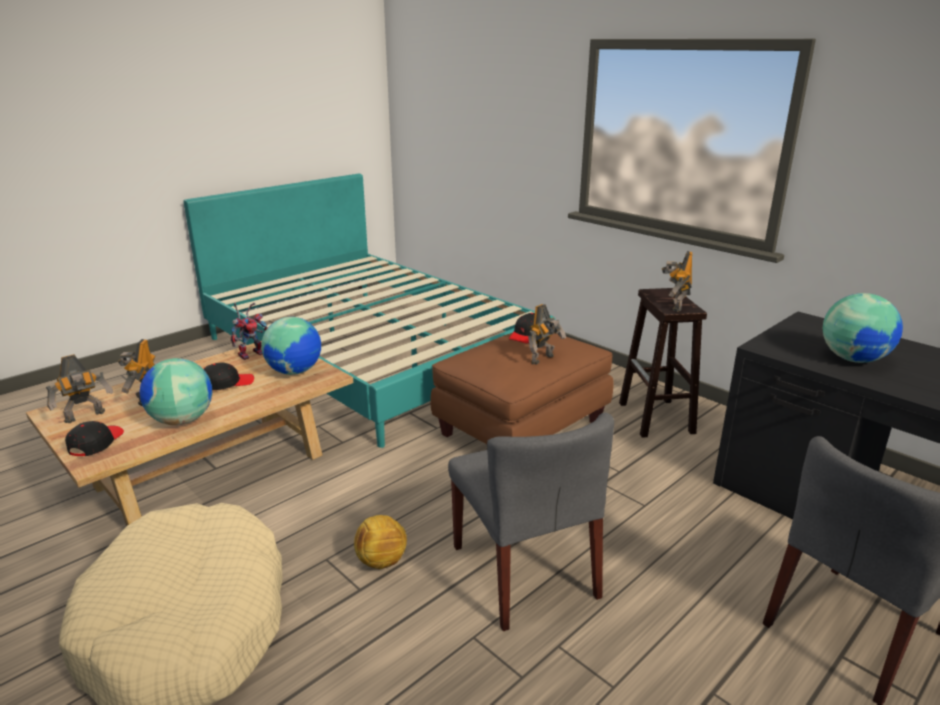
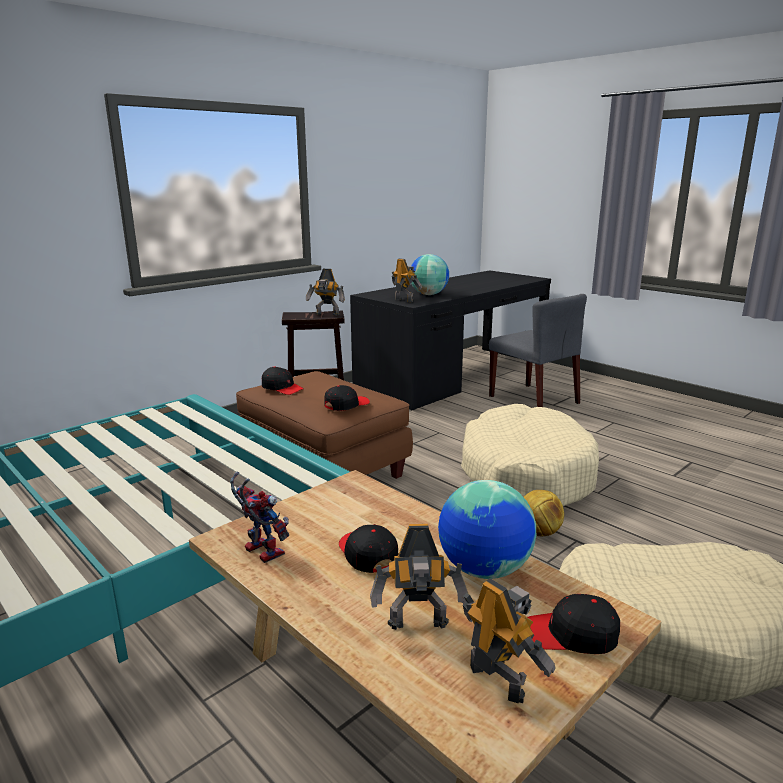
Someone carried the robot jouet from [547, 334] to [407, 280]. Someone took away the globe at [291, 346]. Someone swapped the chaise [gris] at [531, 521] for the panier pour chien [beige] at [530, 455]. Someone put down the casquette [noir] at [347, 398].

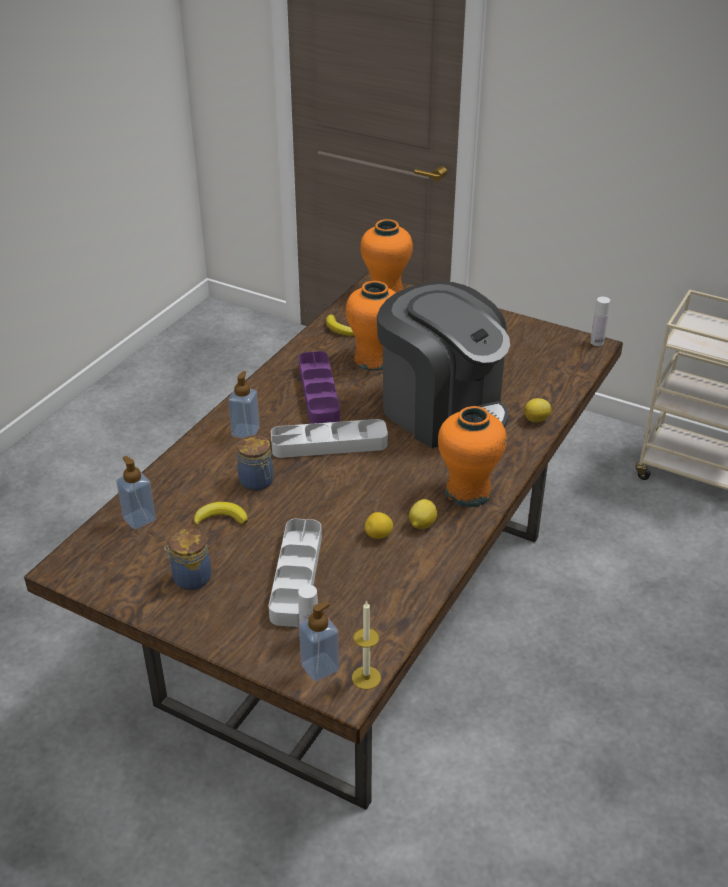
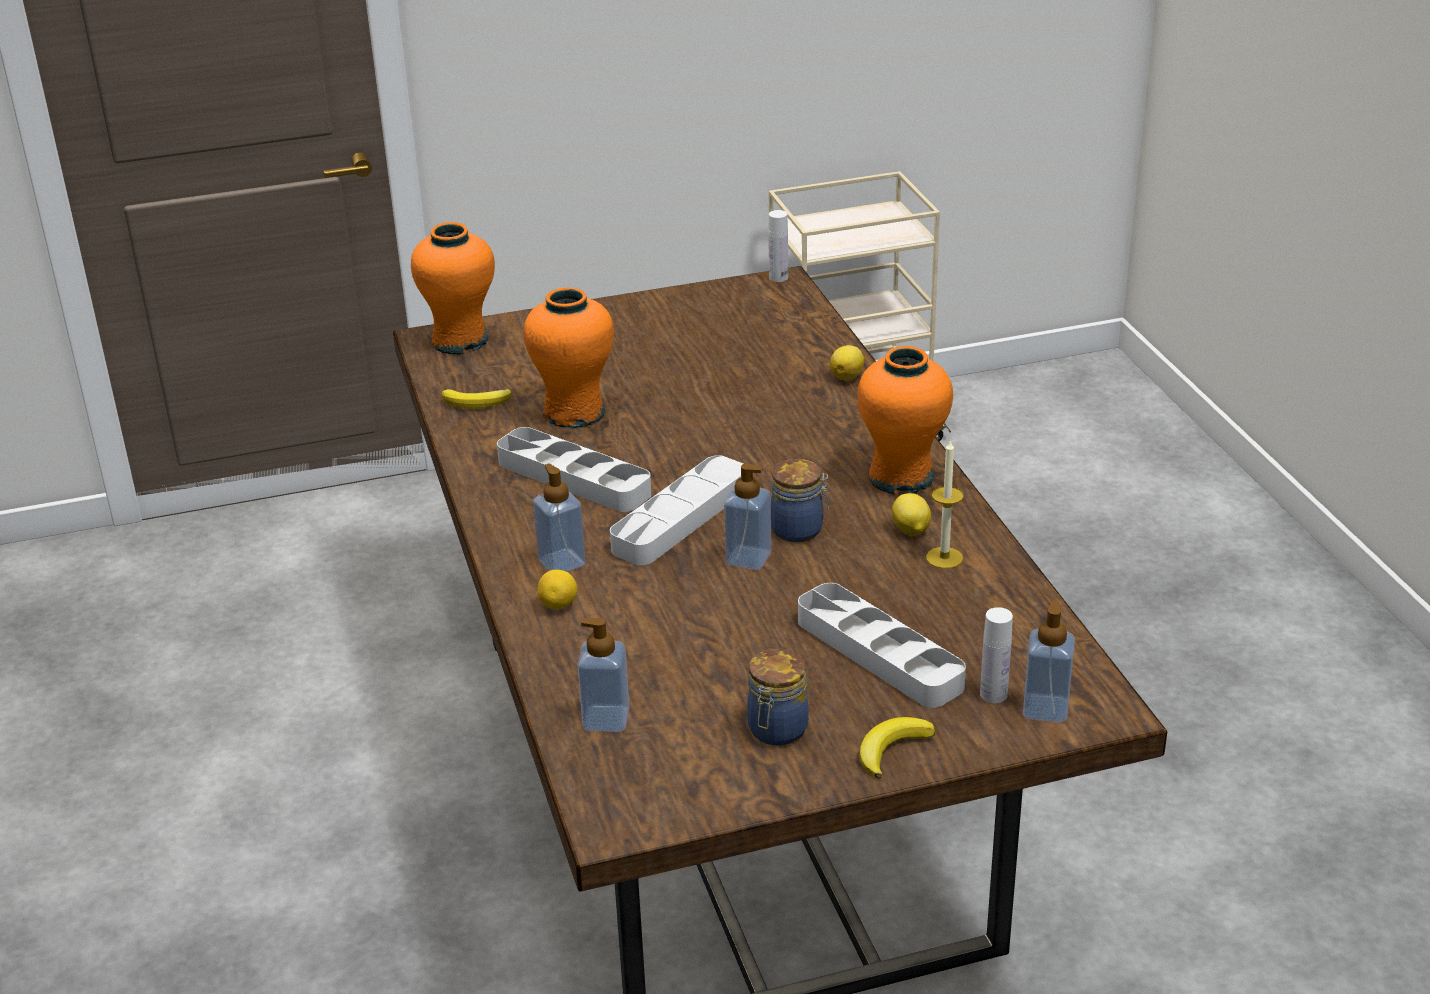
Someone took away the machine à café at [443, 364]. Someone repainted the plateau [violet] at [319, 387], which became the plateau [gris] at [574, 469]. Someone carried the bocal from [255, 463] to [800, 501]. Someone carried the banane from [221, 514] to [897, 748]. Someone carried the citron from [379, 525] to [557, 589]. Someone carried the bougie from [366, 645] to [945, 504]. Someone put down the distributeur de savon at [747, 516].

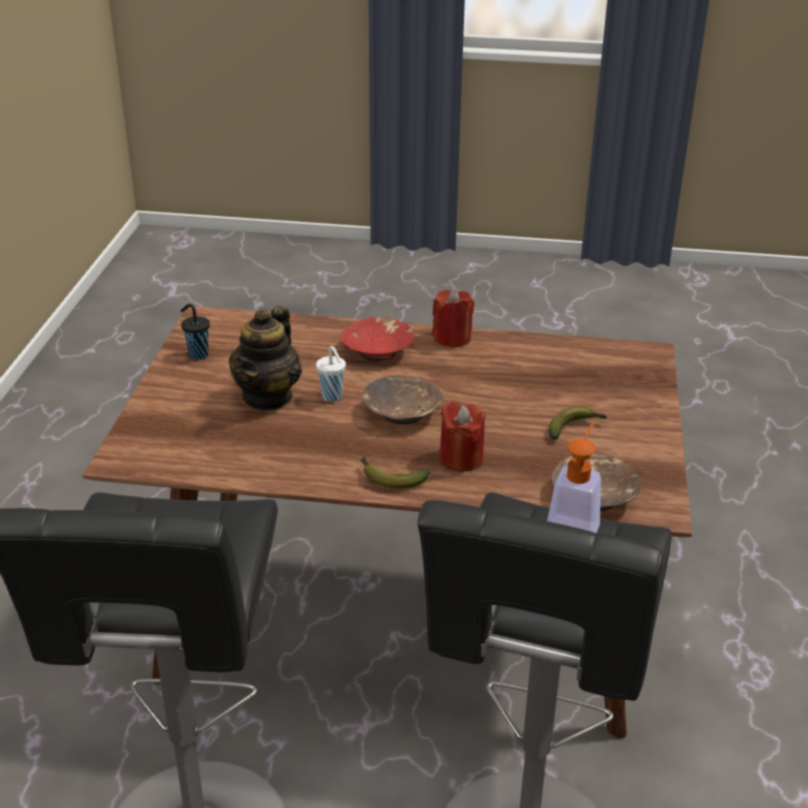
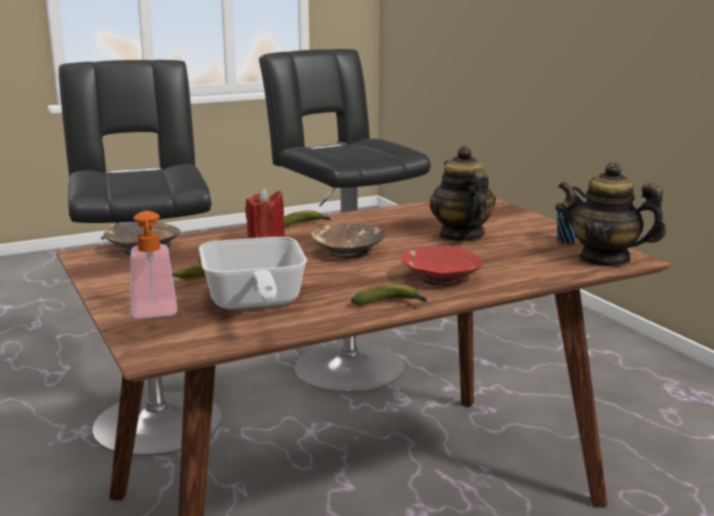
Someone swapped the bougie [rouge] at [453, 318] for the banane at [389, 294]. Someone took away the tasse [blanc] at [331, 374]. Someone carried the distributeur de savon from [574, 478] to [154, 265]. Someone put down the théière at [612, 214]. Someone put down the poêle at [253, 273].

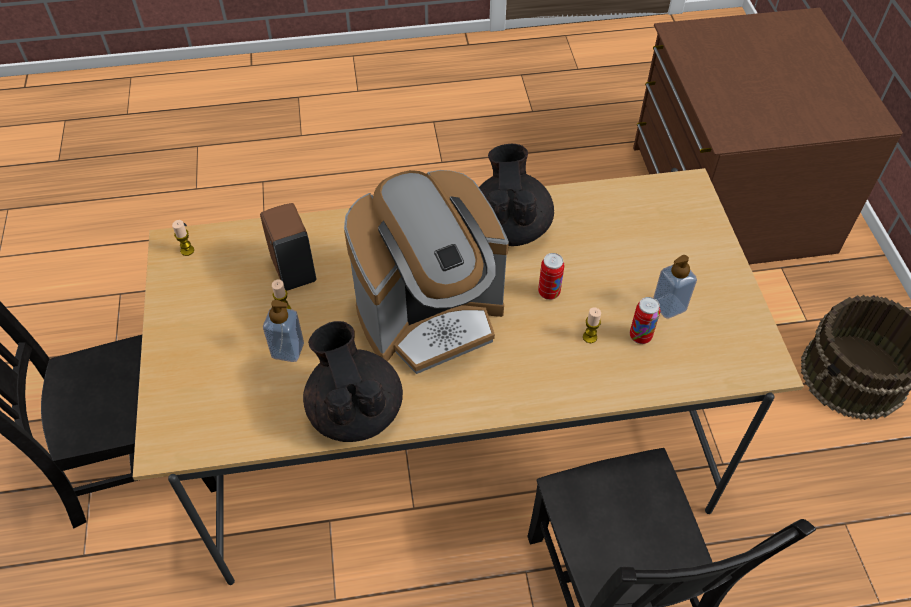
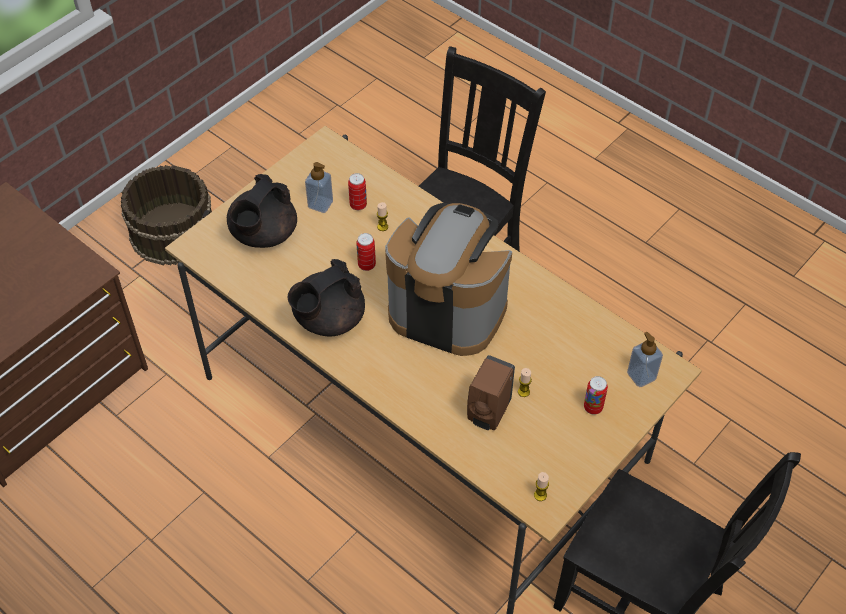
Someone carried the distributeur de savon from [283, 331] to [645, 359]. Someone carried the théière [noir] from [353, 381] to [262, 211]. Someone put down the boîte métallique at [596, 395].

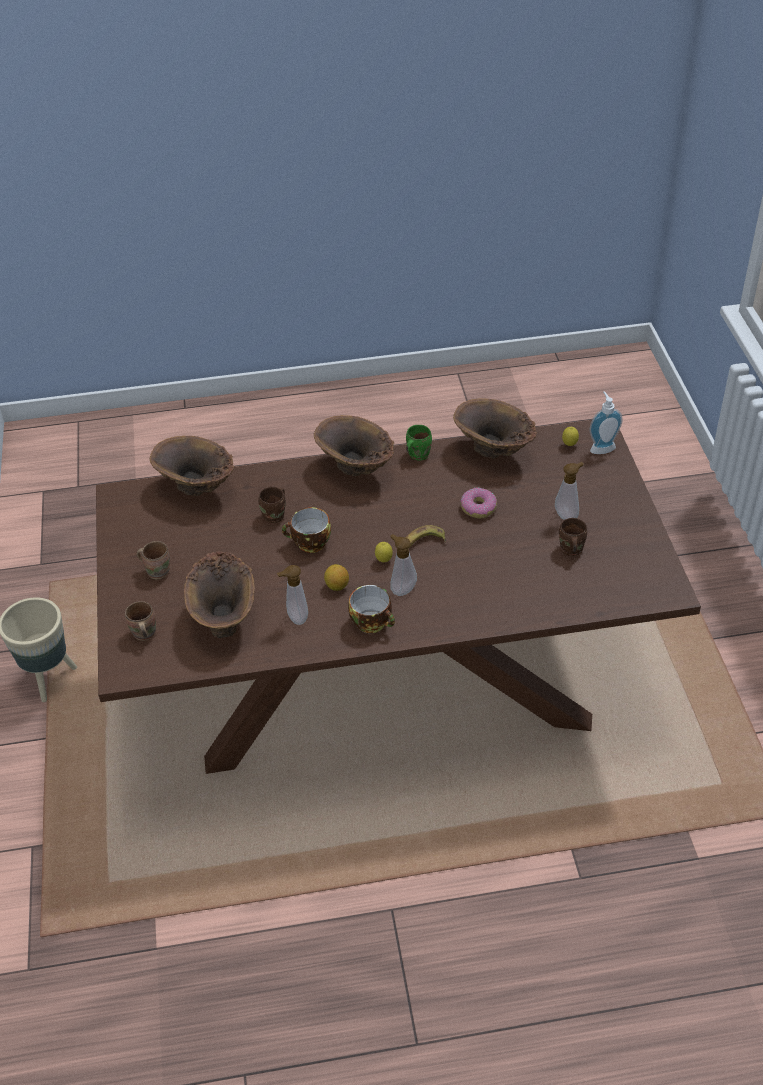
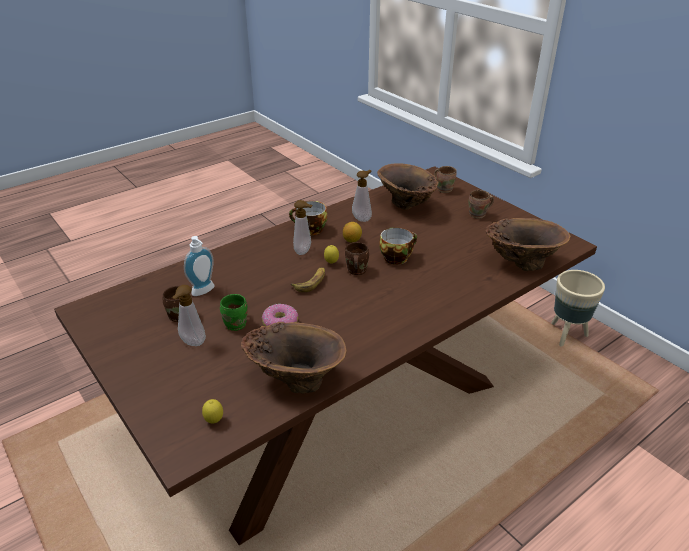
Someone carried the distributeur de savon from [606, 422] to [199, 266]. Someone took away the vase [marron] at [354, 445]. Someone carried the mug [vert] from [419, 442] to [234, 312]. Someone carried the mug [marron] from [272, 504] to [357, 258].

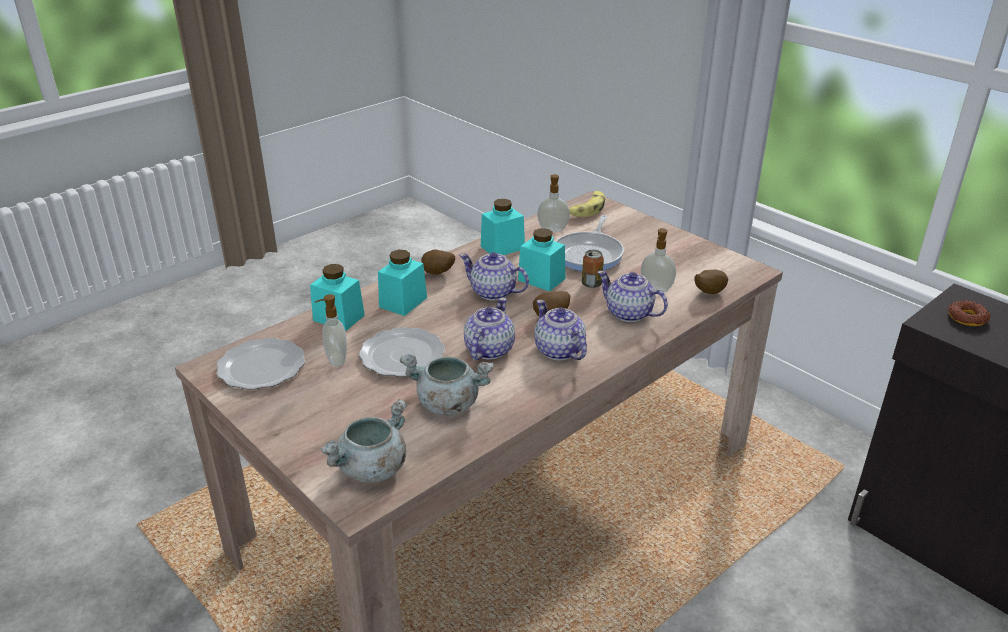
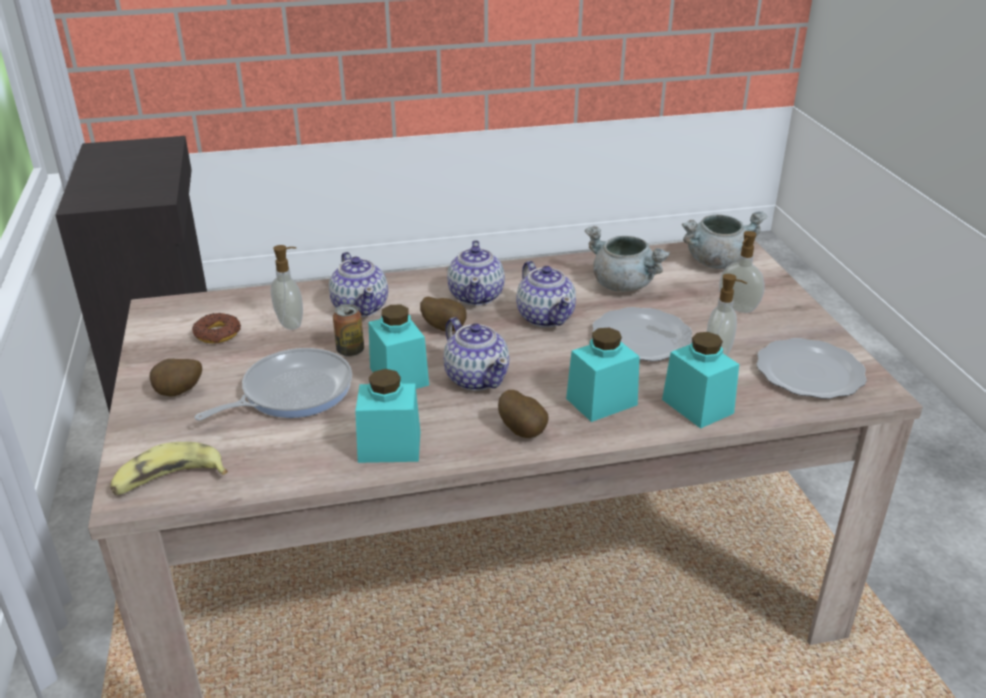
Someone carried the distributeur de savon from [553, 203] to [742, 272]. Someone carried the pomme de terre from [711, 281] to [175, 377]. Someone rotated the théière at [489, 329] by 75 degrees counterclockwise. Someone carried the beignet from [969, 313] to [216, 328].

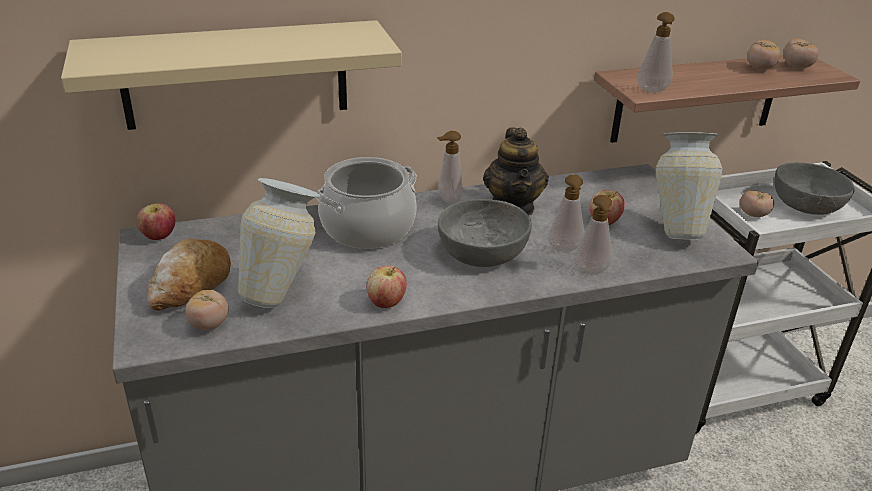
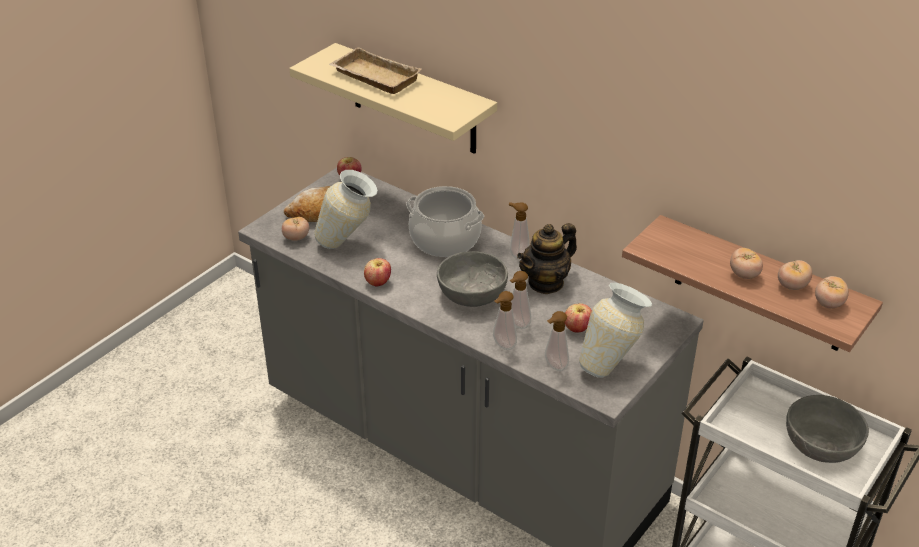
Someone carried the distributeur de savon from [656, 52] to [557, 341]. Someone carried the tomate from [757, 203] to [746, 263]. Someone put down the plateau [beige] at [375, 70].

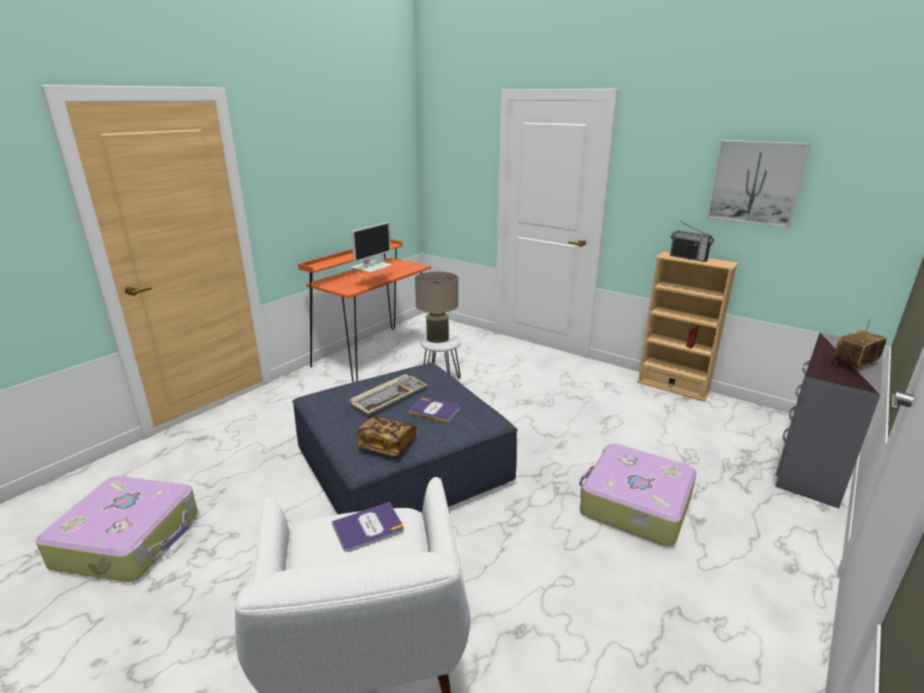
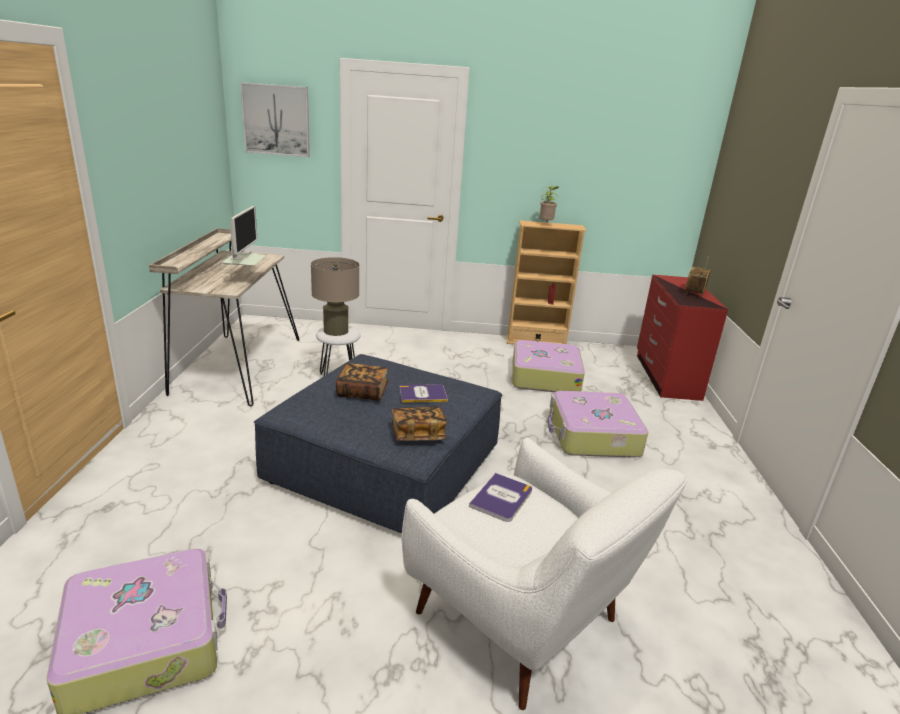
Someone carried the tableau from [759, 184] to [275, 119]. Someone swapped the radio at [692, 241] for the plante en pot at [549, 204]. Someone repainted the bureau [orange] at [364, 311], which became the bureau [beige] at [224, 317]. Someone repainted the commode [gris] at [829, 420], which became the commode [rouge] at [682, 338]. Someone swapped the clavier at [389, 394] for the livre at [362, 382]. Someone put down the valise at [548, 366].

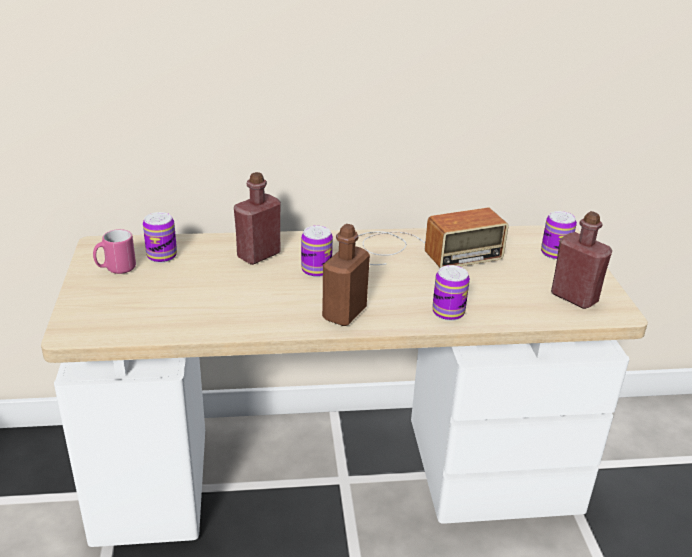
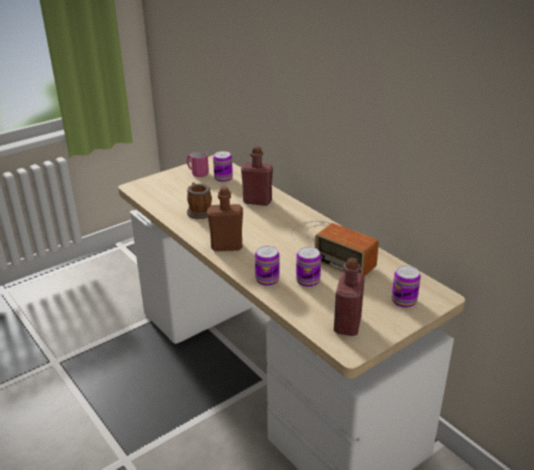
Someone carried the boîte métallique from [317, 251] to [308, 267]. Someone put down the mug at [199, 200].

